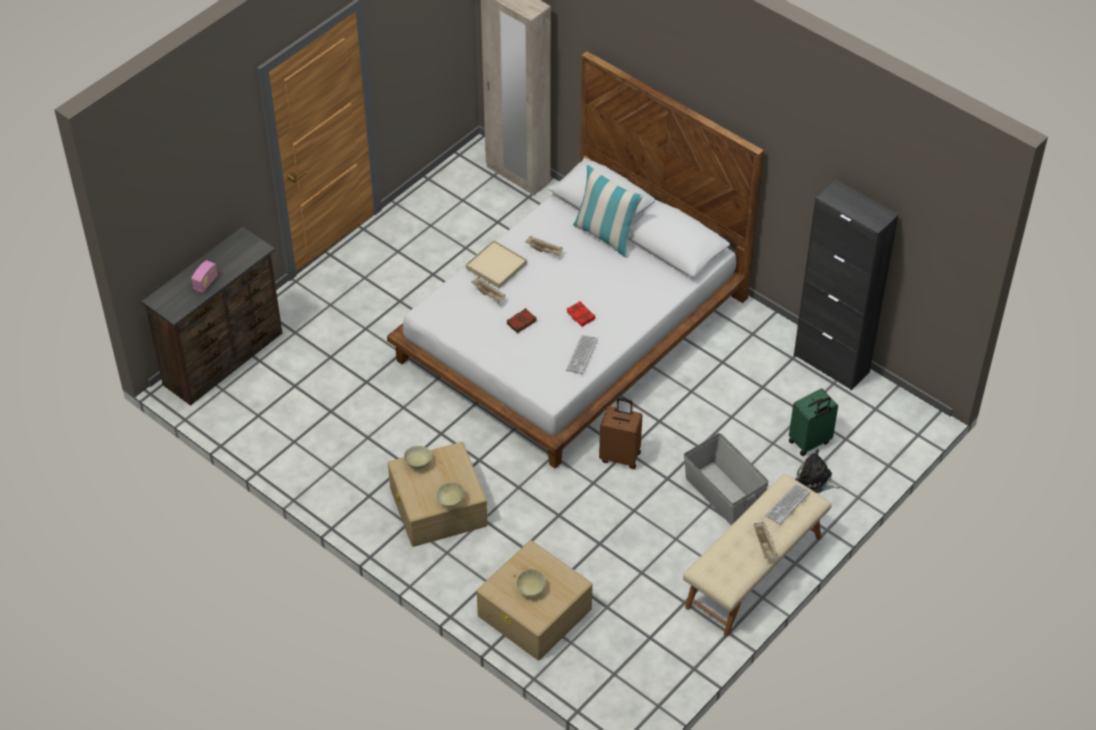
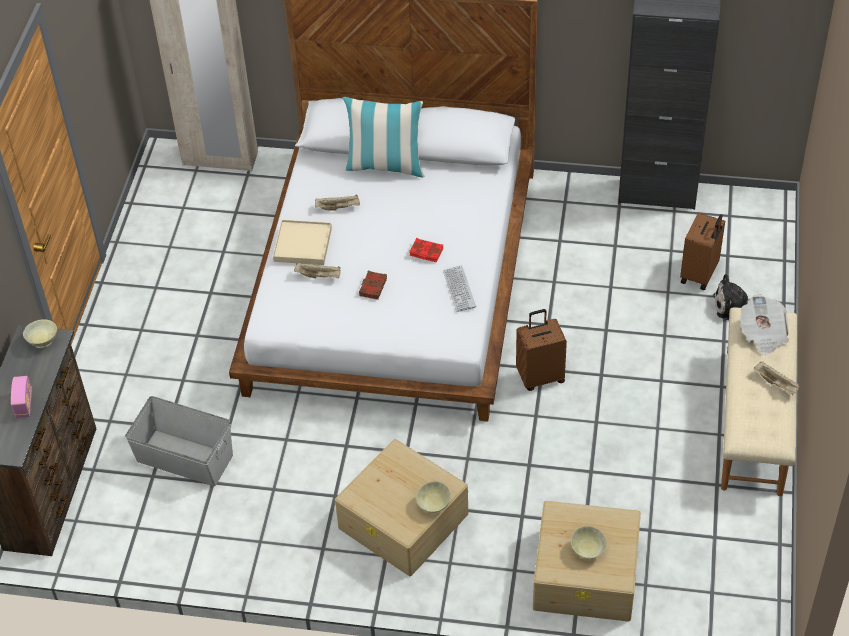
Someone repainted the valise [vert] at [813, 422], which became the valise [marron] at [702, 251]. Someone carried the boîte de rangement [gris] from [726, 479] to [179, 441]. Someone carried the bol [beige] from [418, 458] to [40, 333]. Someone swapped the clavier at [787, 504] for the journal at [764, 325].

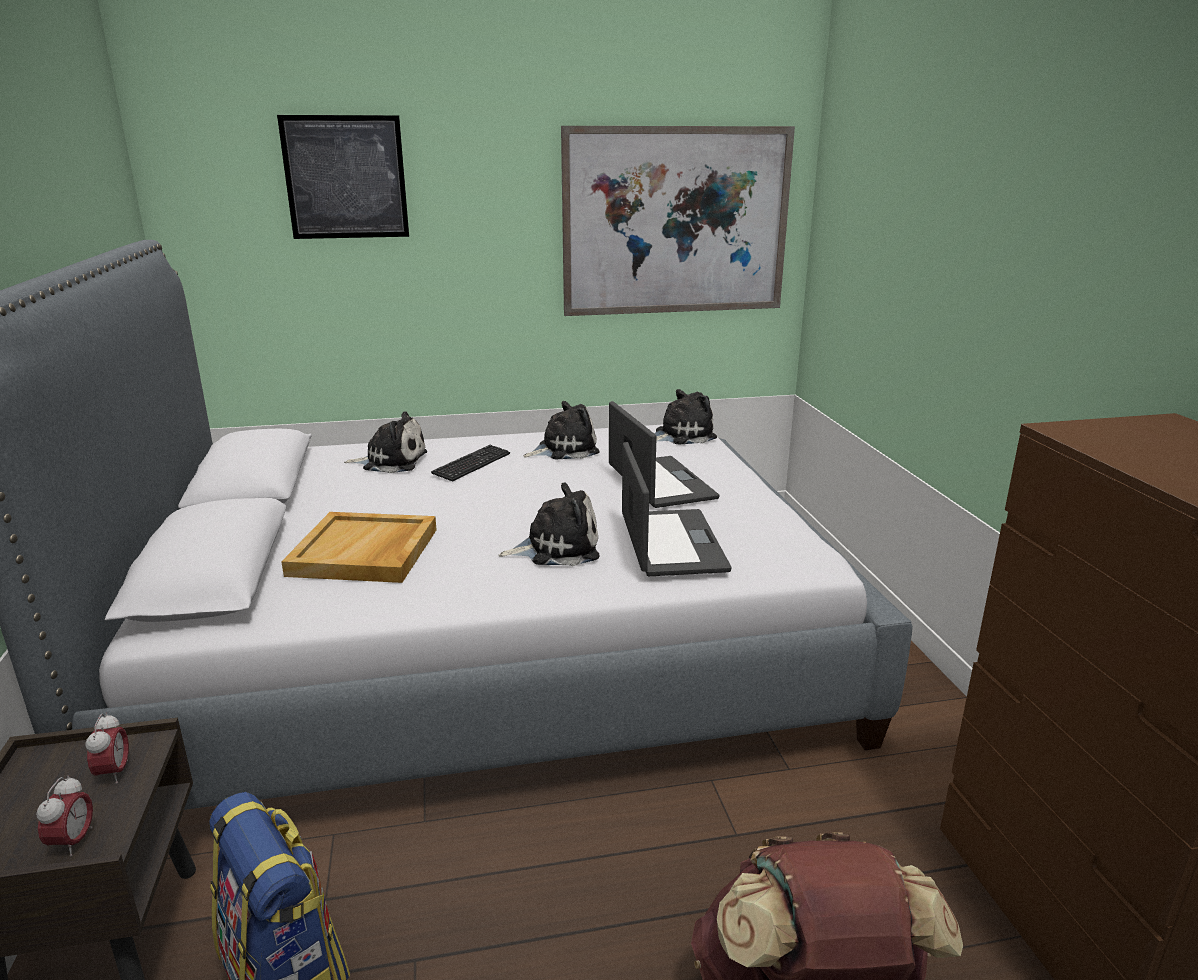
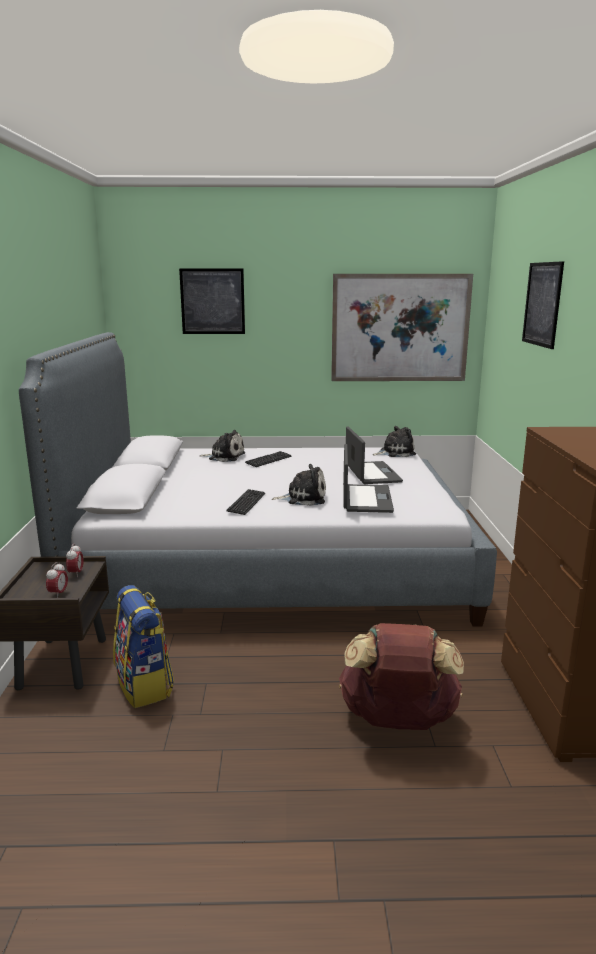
Someone took away the peluche at [561, 430]. Someone took away the plateau [beige] at [358, 547]. Someone put up the tableau at [543, 305]. Someone put down the clavier at [245, 502].

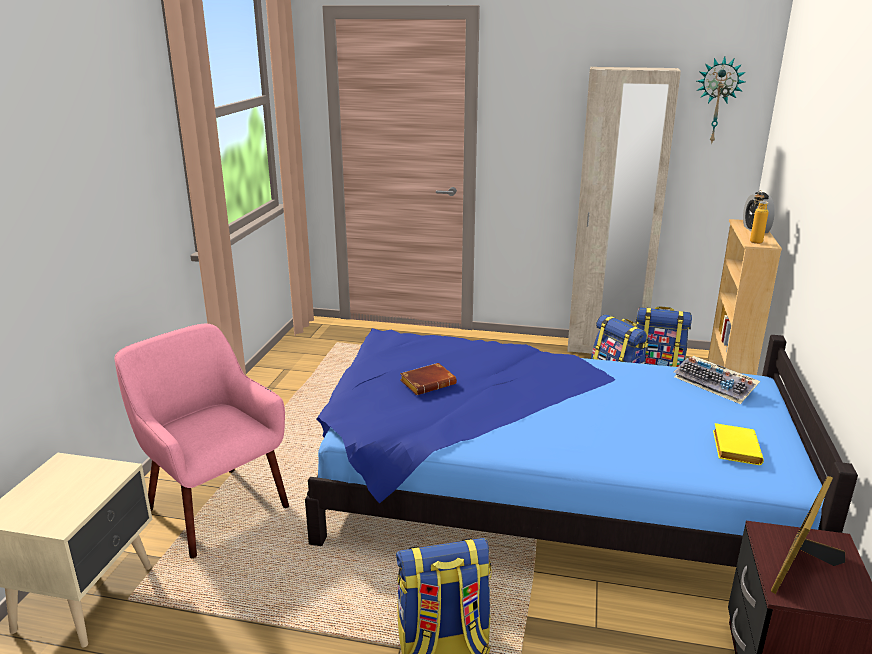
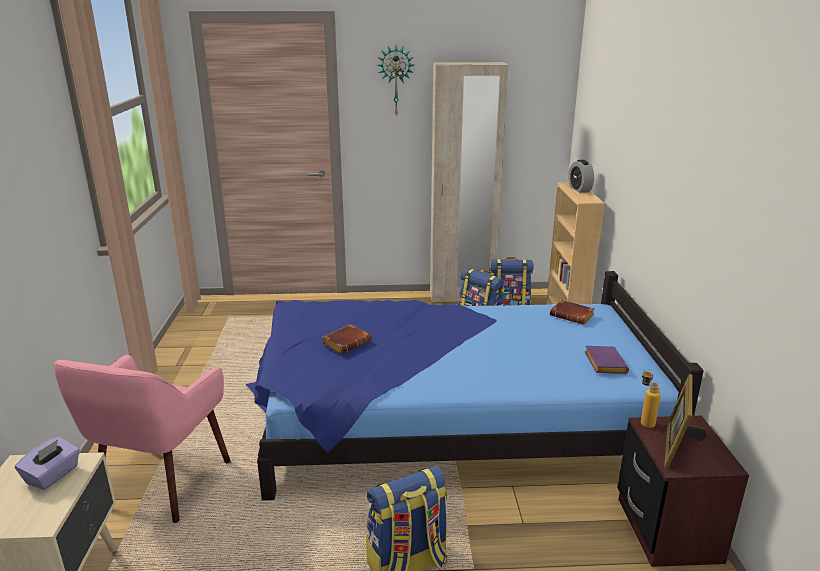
Someone carried the horloge murale from [721, 101] to [395, 81]. Someone carried the bouteille from [759, 217] to [651, 398]. Someone rotated the fauteuil [rose] at [201, 440] by 105 degrees counterclockwise. Someone swapped the clavier at [717, 380] for the livre [marron] at [572, 312]. Someone repainted the livre [jaune] at [738, 444], which became the livre [violet] at [606, 360]. Someone put down the boîte à mouchoirs [violet] at [47, 463].

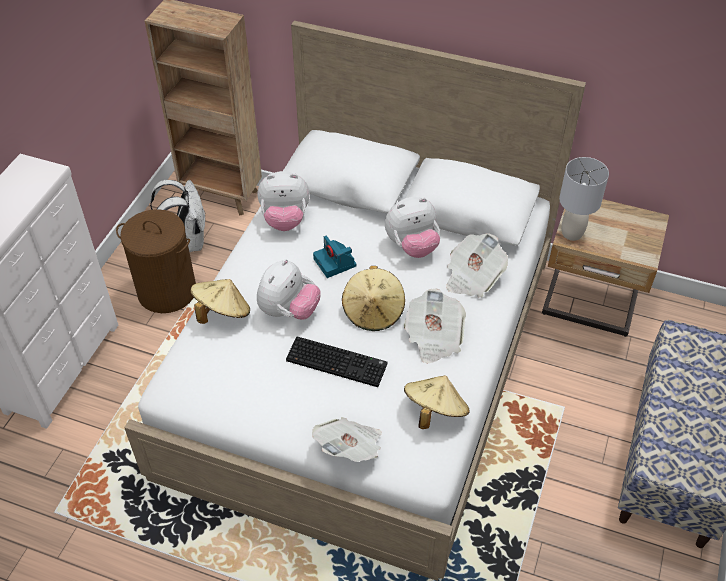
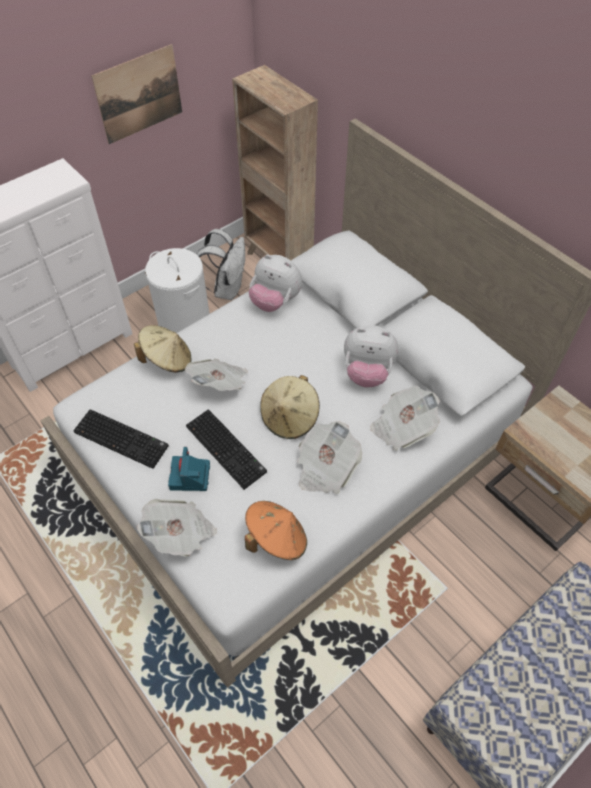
Someone took away the lampe de table [gris] at [584, 199]. Someone repainted the panier à linge [marron] at [156, 261], which became the panier à linge [blanc] at [177, 290]. Someone carried the appareil photo from [334, 256] to [189, 469]. Someone swapped the peluche at [289, 289] for the journal at [216, 374]. Someone repainted the chapeau [beige] at [437, 402], which became the chapeau [orange] at [276, 530]. Someone put up the tableau at [136, 94]. Someone put down the clavier at [121, 439].

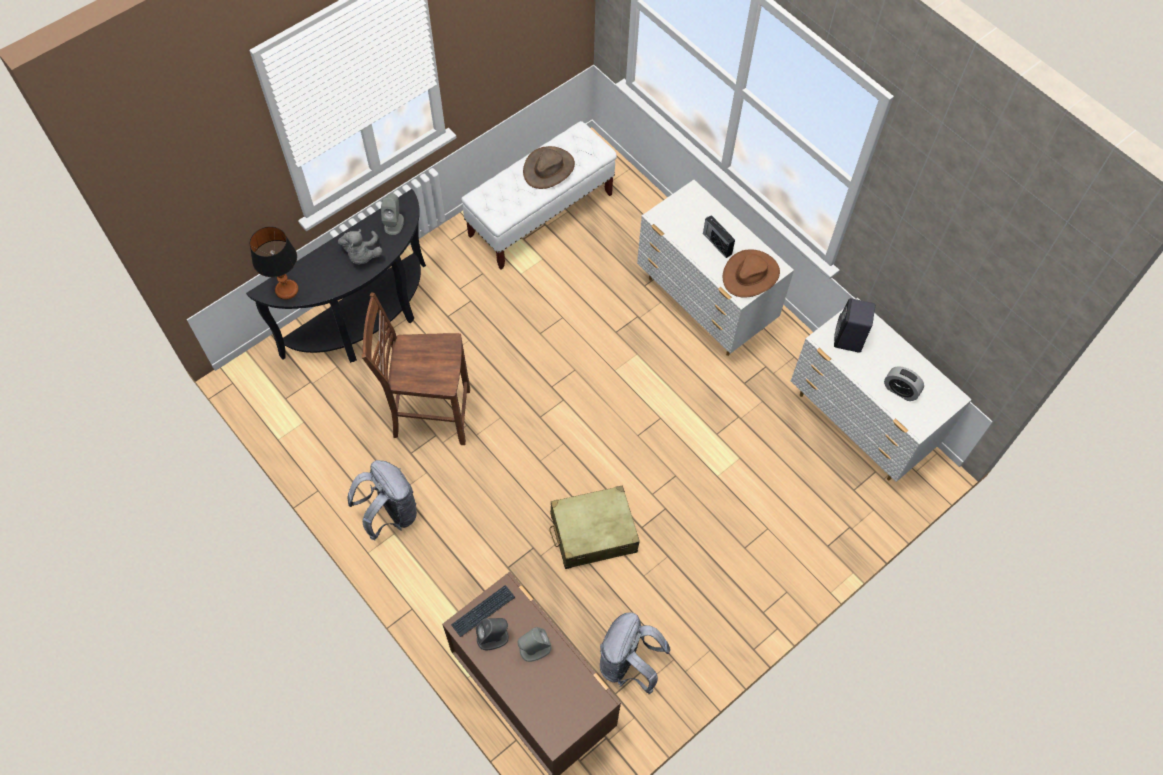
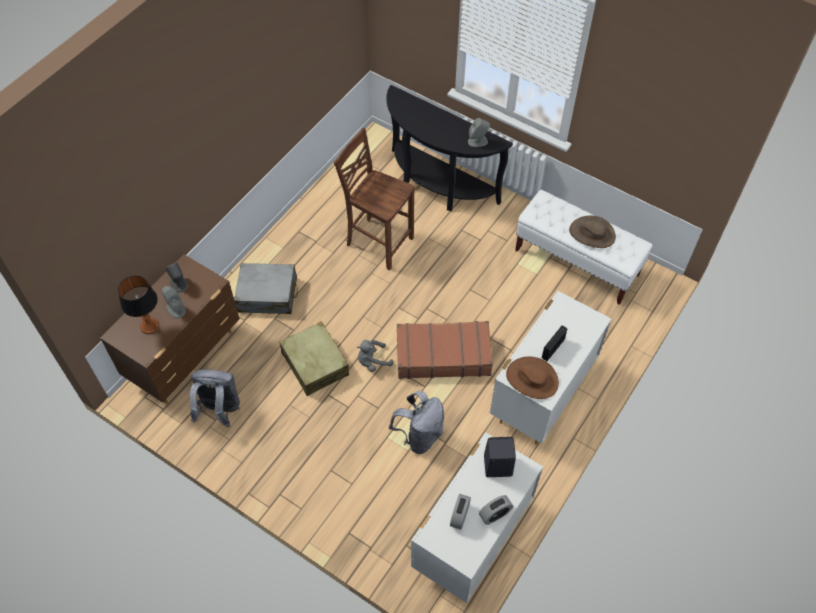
Someone carried the lampe de table from [274, 263] to [138, 305]. Someone carried the peluche [gris] from [360, 247] to [375, 356]. Someone rotated the chaise [marron] at [416, 369] by 45 degrees counterclockwise. Someone carried the sac à dos [gris] from [382, 500] to [416, 422]. Someone took away the clavier at [483, 611]. Someone put down the valise [gris] at [266, 288]. Someone put down the valise [marron] at [445, 350]. Someone put down the réveil at [496, 510].

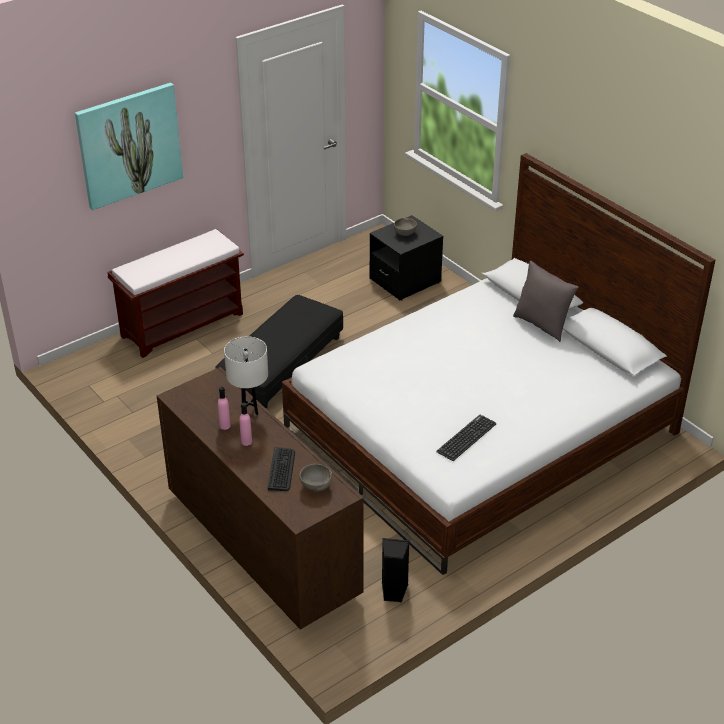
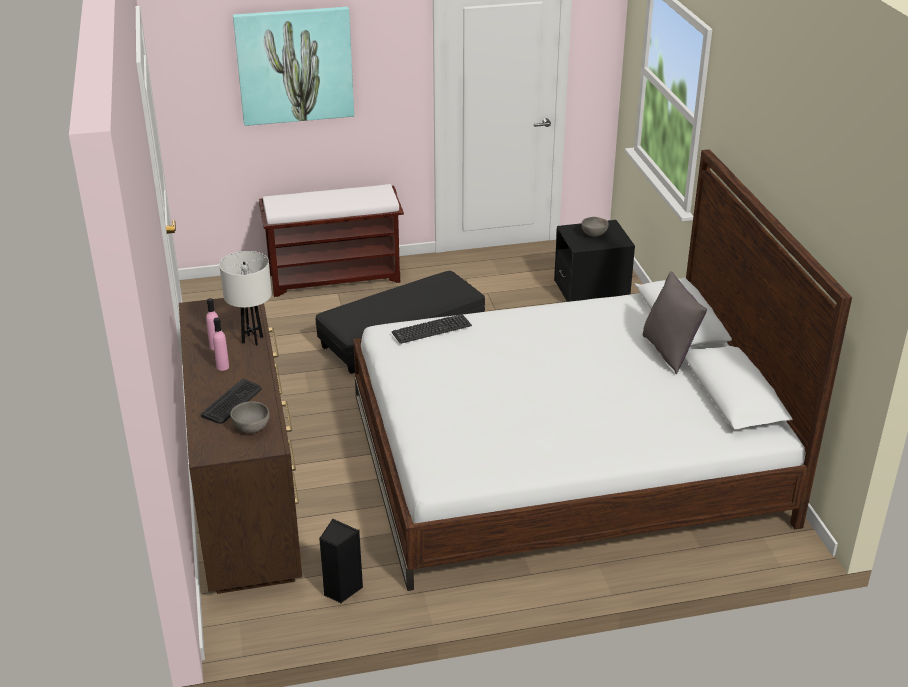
Someone carried the clavier from [466, 438] to [432, 329].

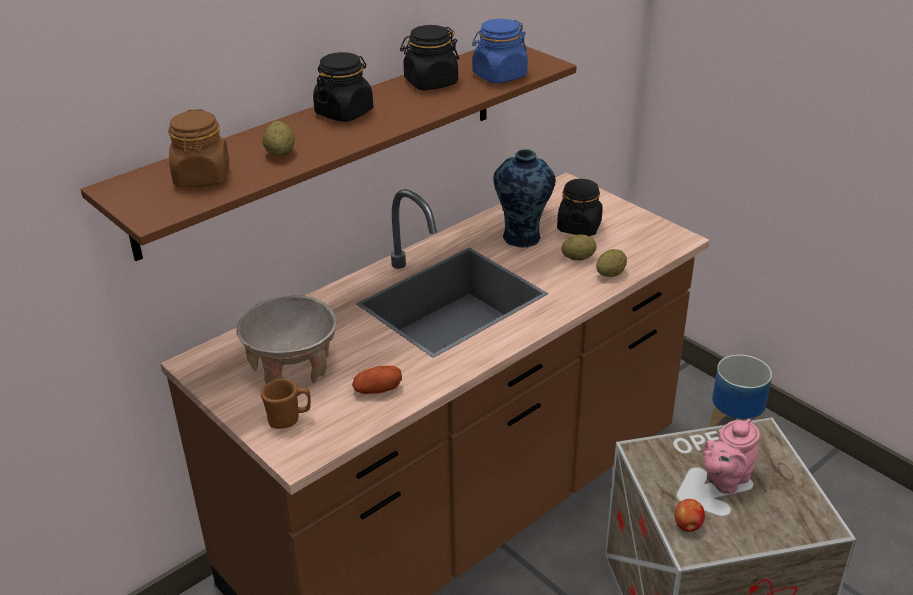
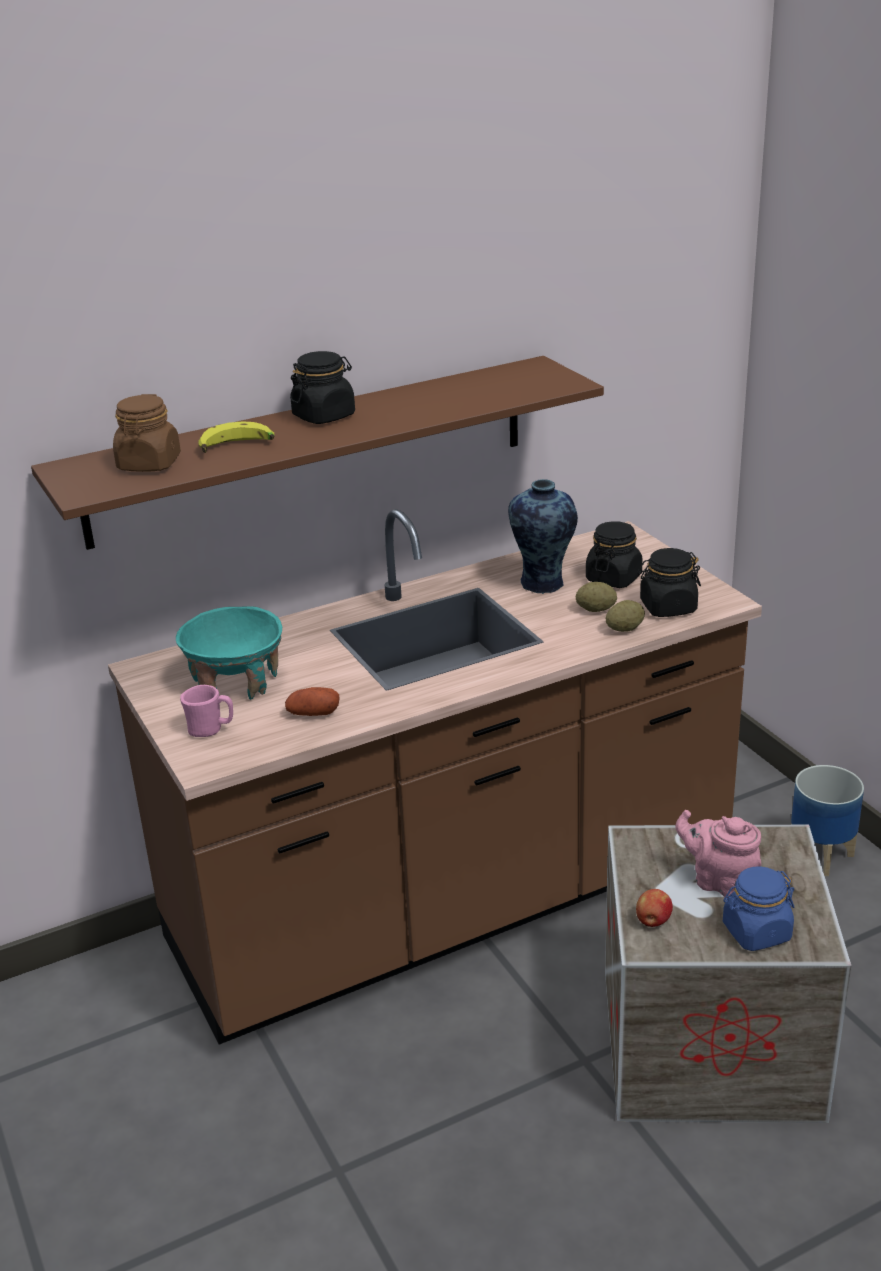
Someone carried the bocal [bleu] from [500, 51] to [758, 908]. Someone carried the bocal [noir] from [429, 57] to [669, 582]. Someone swapped the pomme de terre at [278, 138] for the banane at [236, 437]. Someone repainted the bol [beige] at [286, 339], which became the bol [turquoise] at [229, 653]. Someone repainted the mug [marron] at [285, 404], which became the mug [rose] at [206, 711]. Someone rotated the théière [rose] at [731, 456] by 60 degrees clockwise.

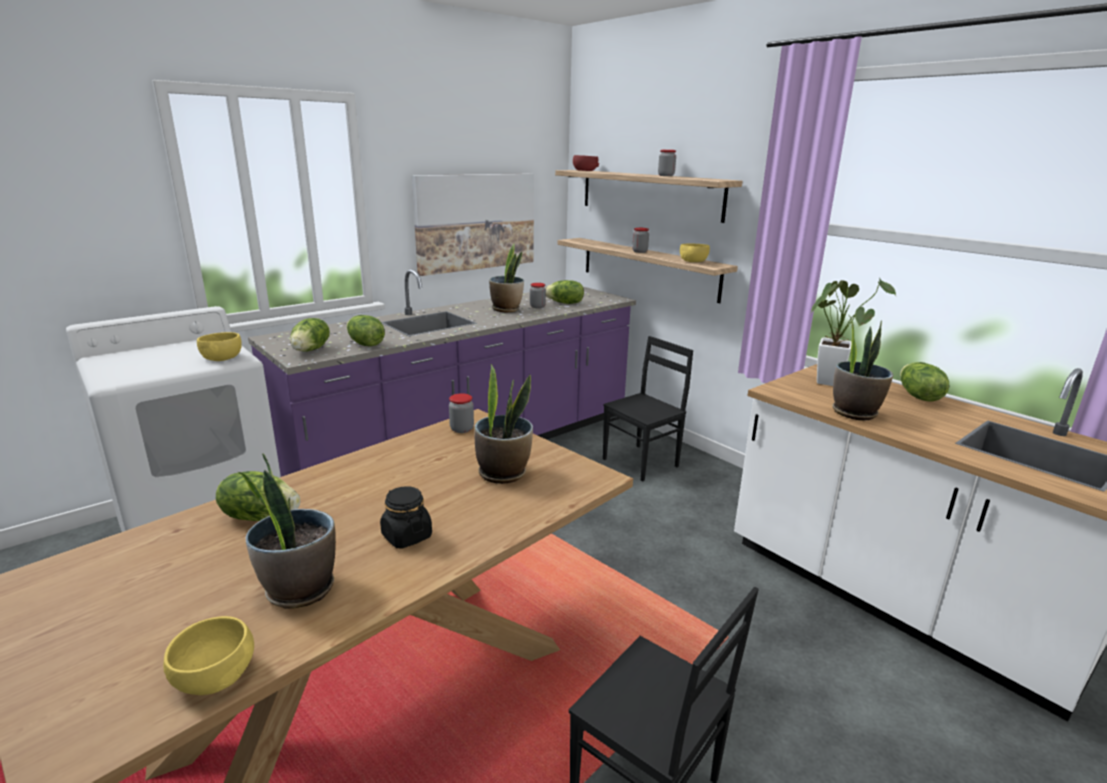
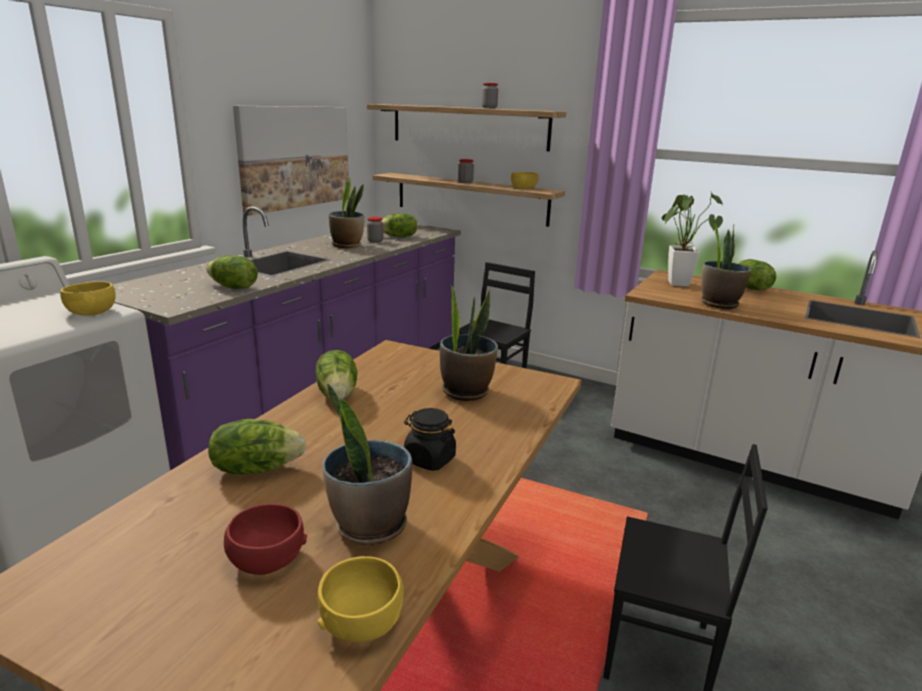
Someone carried the bol [rouge] from [586, 163] to [265, 539]. Someone carried the laitue from [310, 335] to [336, 375]. Someone took away the bocal at [461, 413].

